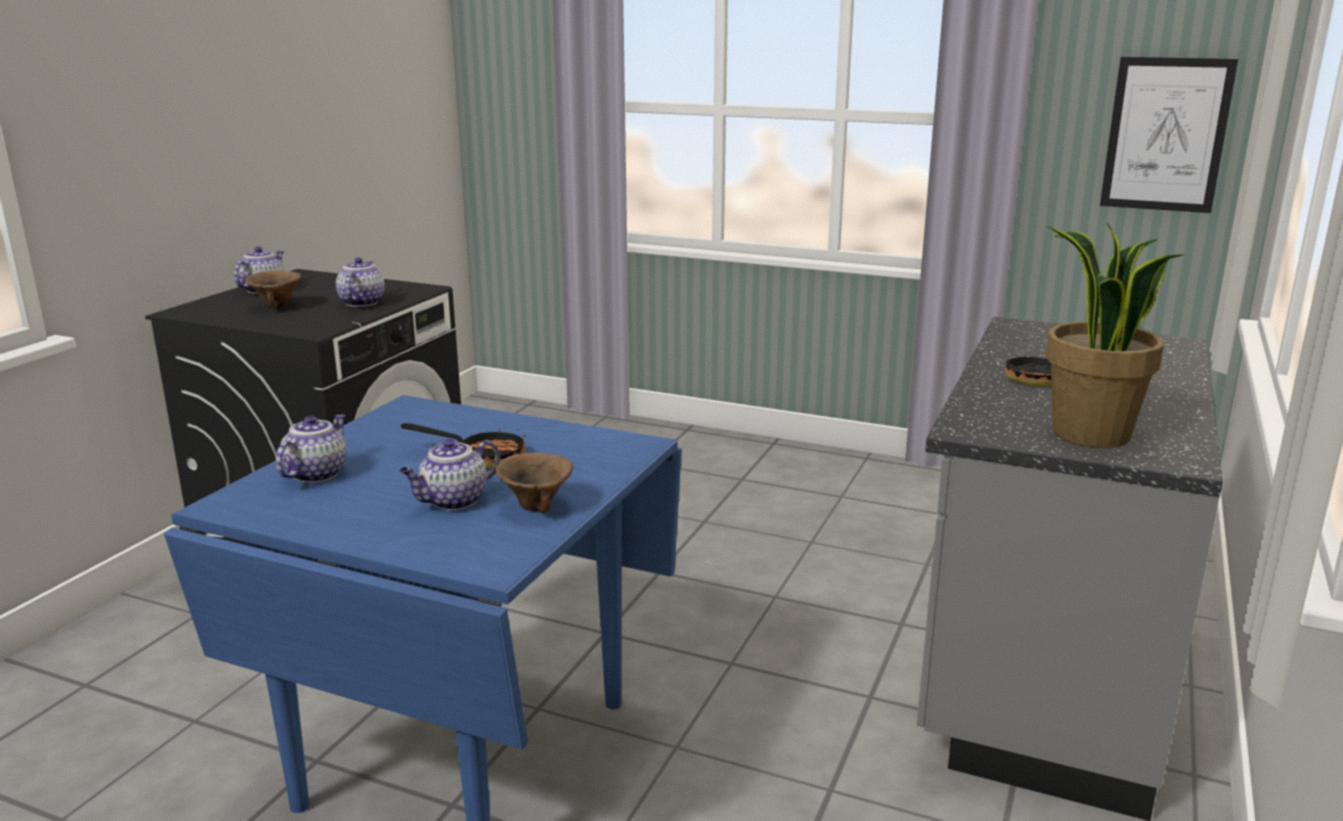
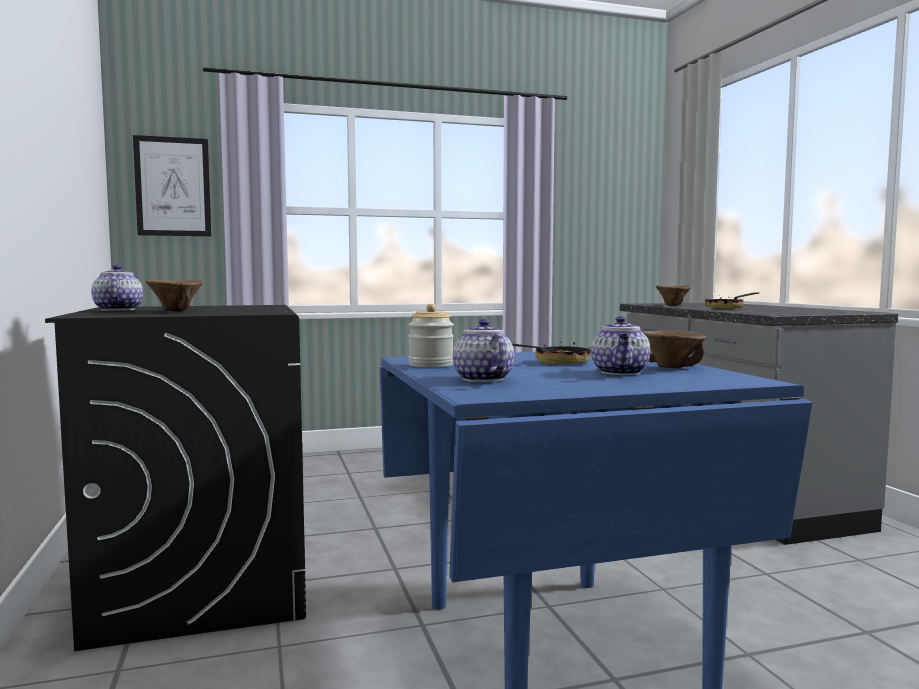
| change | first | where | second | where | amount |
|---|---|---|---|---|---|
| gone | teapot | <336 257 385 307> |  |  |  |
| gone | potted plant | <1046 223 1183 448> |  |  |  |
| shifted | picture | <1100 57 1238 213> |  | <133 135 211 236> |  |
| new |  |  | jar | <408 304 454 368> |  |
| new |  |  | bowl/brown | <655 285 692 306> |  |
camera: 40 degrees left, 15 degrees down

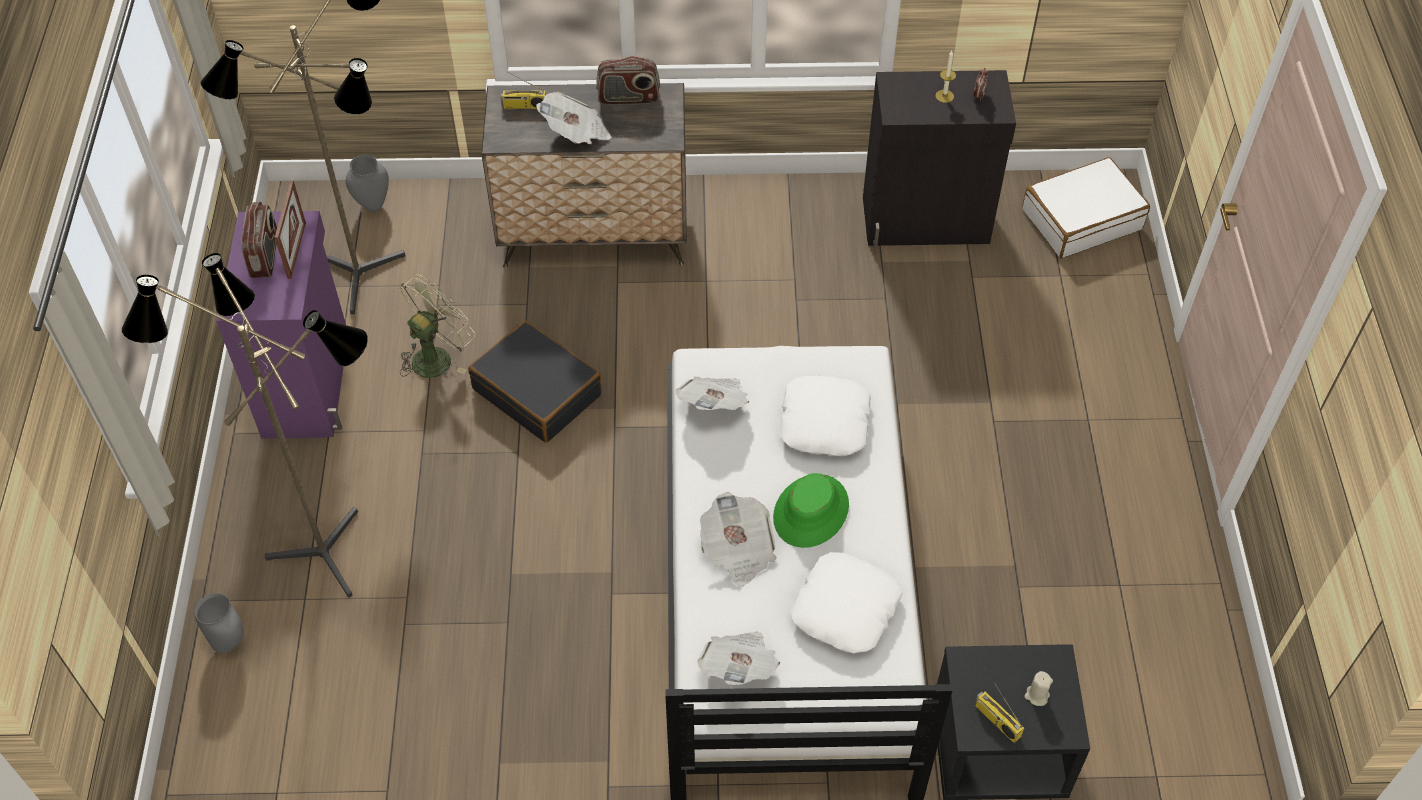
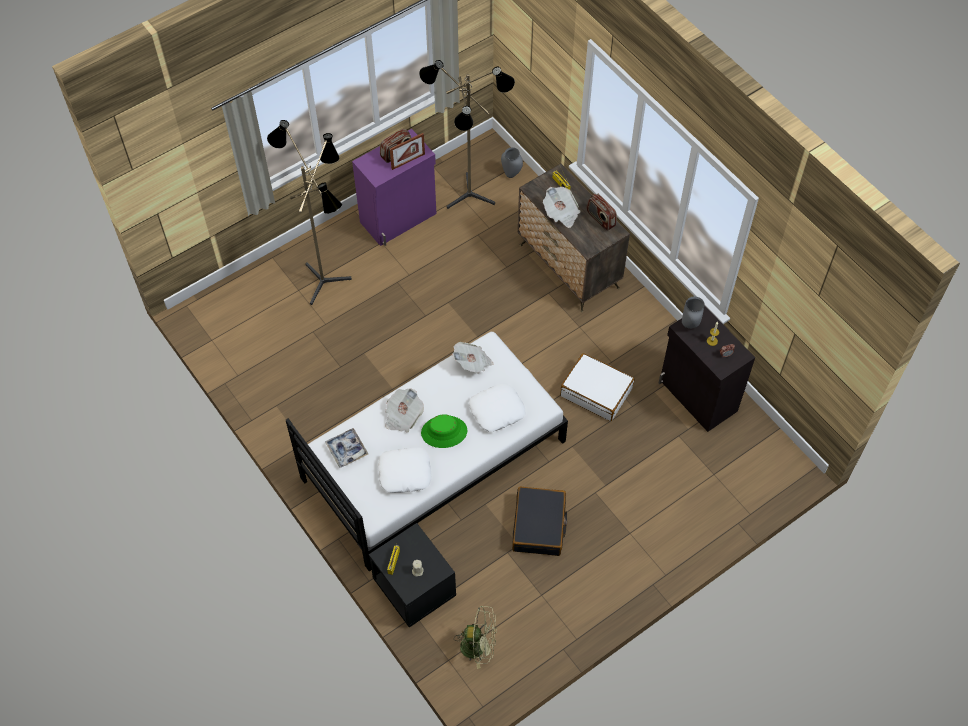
| change | first | where | second | where | amount |
|---|---|---|---|---|---|
| shifted | vase/grey | <194 593 244 653> |  | <682 296 705 329> |  |
| shifted | fan/green | <400 274 475 378> |  | <454 606 497 669> |  |
| shifted | suitcase/black | <468 320 602 443> |  | <512 486 567 556> |  |
| swapped | newspaper | <697 631 780 685> | tray | <325 428 368 468> |  |
| shifted | suitcase/white | <1022 157 1150 258> |  | <560 353 634 421> |  |
camera: 55 degrees right, 5 degrees up

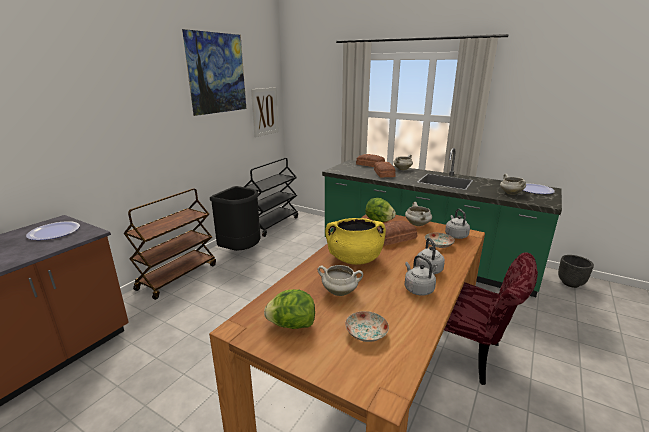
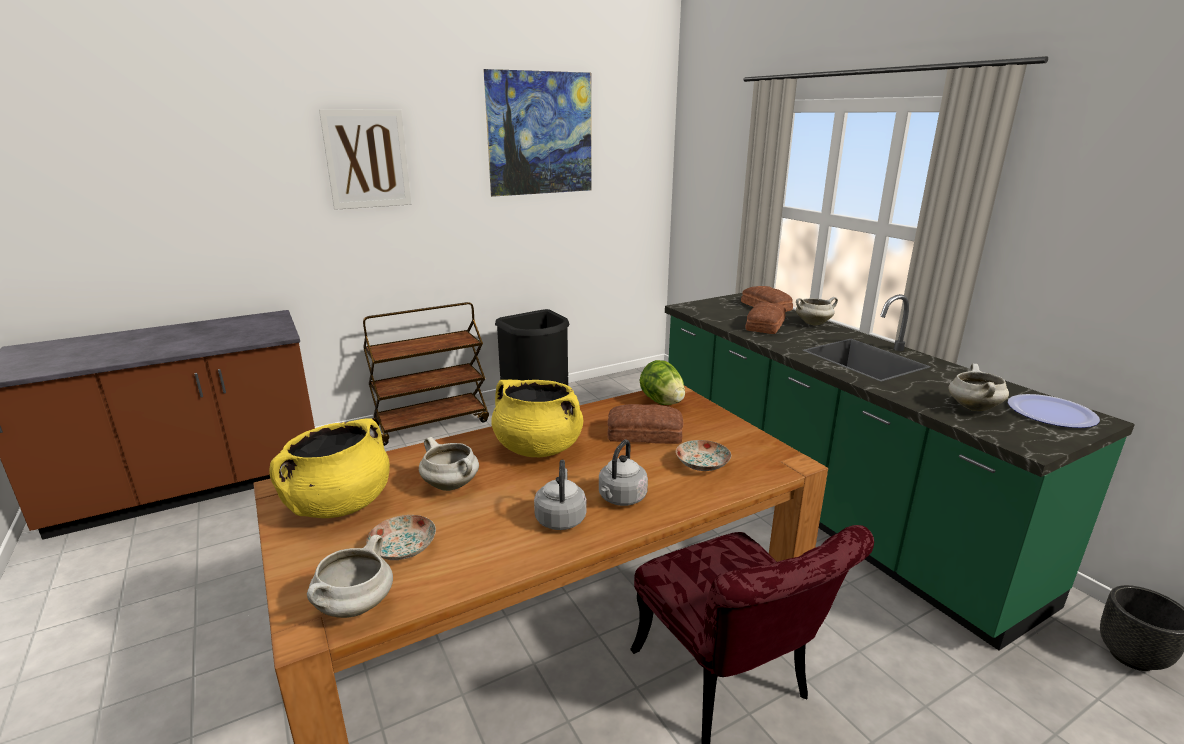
| change | first | where | second | where | amount |
|---|---|---|---|---|---|
| gone | plate | <26 221 80 240> |  |  |  |
| gone | cart/black | <244 158 298 237> |  |  |  |
| shifted | picture | <251 87 279 137> |  | <319 109 411 210> |  |
| swapped | lettuce | <264 289 315 329> | cooking pot/yellow | <269 418 390 518> |  |
| shifted | cooking pot/white | <405 202 432 226> |  | <307 535 393 618> |  |
| gone | kettle/grey | <445 209 470 239> |  |  |  |
camera: 30 degrees right, 0 degrees up

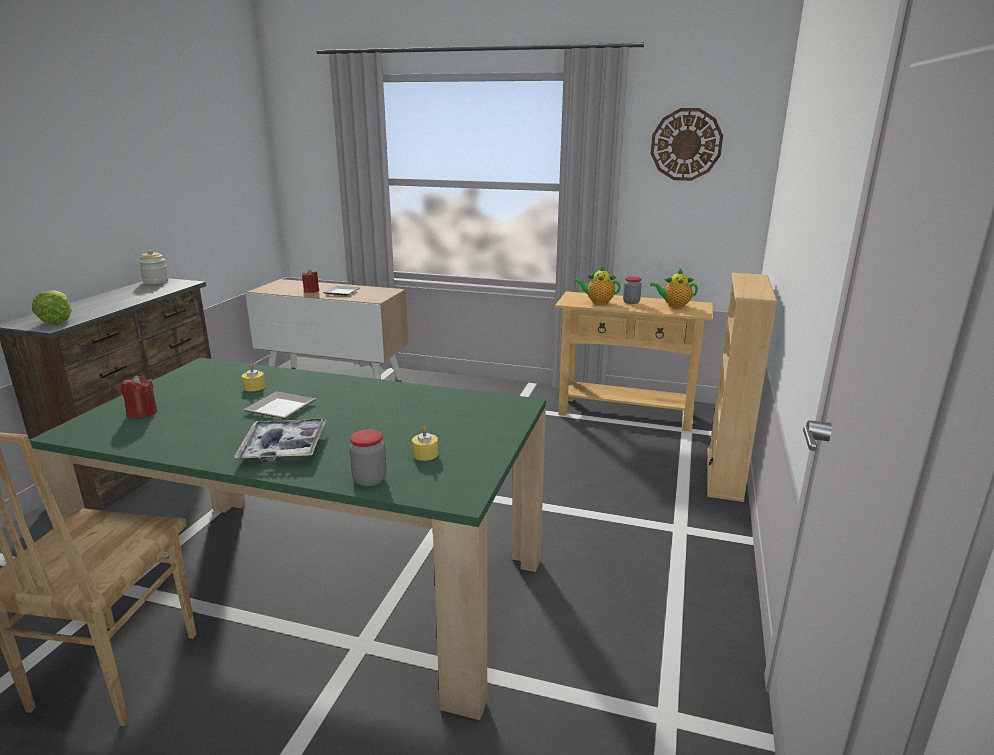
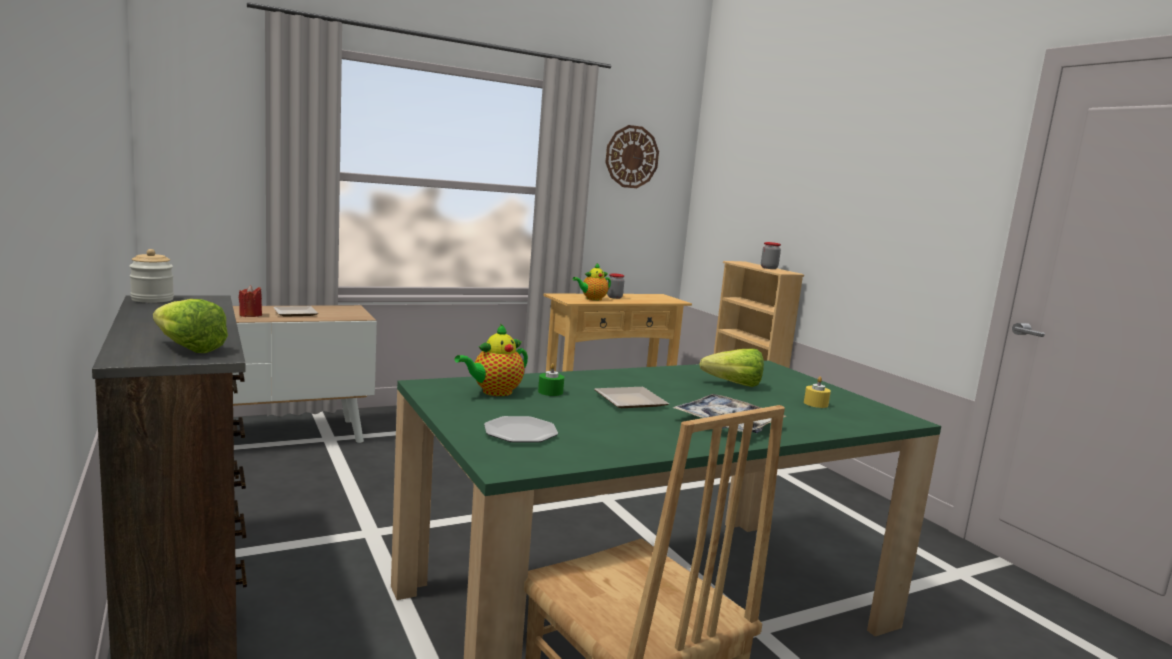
| change | first | where | second | where | amount |
|---|---|---|---|---|---|
| swapped | candle/red | <121 376 157 418> | plate | <484 416 558 442> |  |
| repainted | candle/yellow | <242 364 265 391> | candle/green | <538 363 564 396> |  |
| shifted | jar | <349 430 386 487> |  | <761 242 781 269> |  |
| shifted | teapot | <650 267 698 308> |  | <455 323 528 396> |  |
| new |  |  | lettuce | <700 348 764 387> |  |
camera: 45 degrees left, 10 degrees down

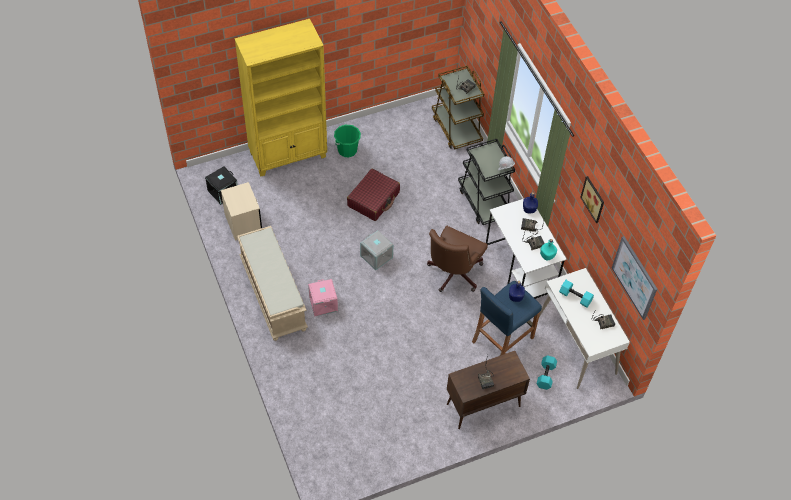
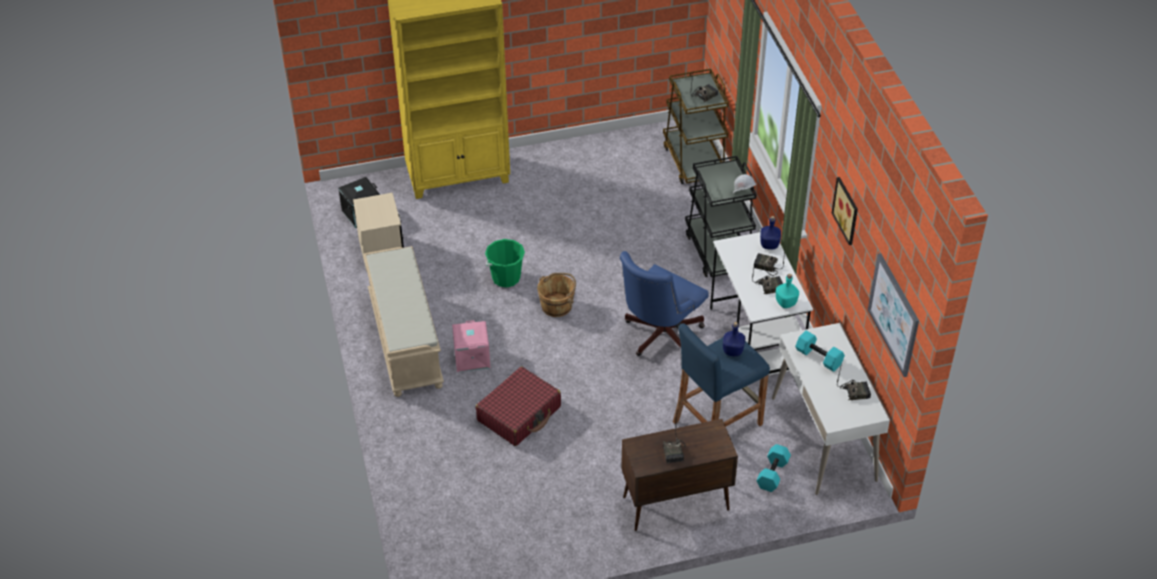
| change | first | where | second | where | amount |
|---|---|---|---|---|---|
| shifted | bucket/green | <334 125 361 157> |  | <485 239 525 288> |  |
| shifted | suitcase/red | <347 169 400 221> |  | <476 366 561 446> |  |
| swapped | storage box/grey | <360 230 394 270> | bucket/brown | <537 273 576 317> |  |
| repainted | office chair/brown | <427 226 488 292> | office chair/blue | <620 251 709 356> |  |
camera: 10 degrees right, 10 degrees down

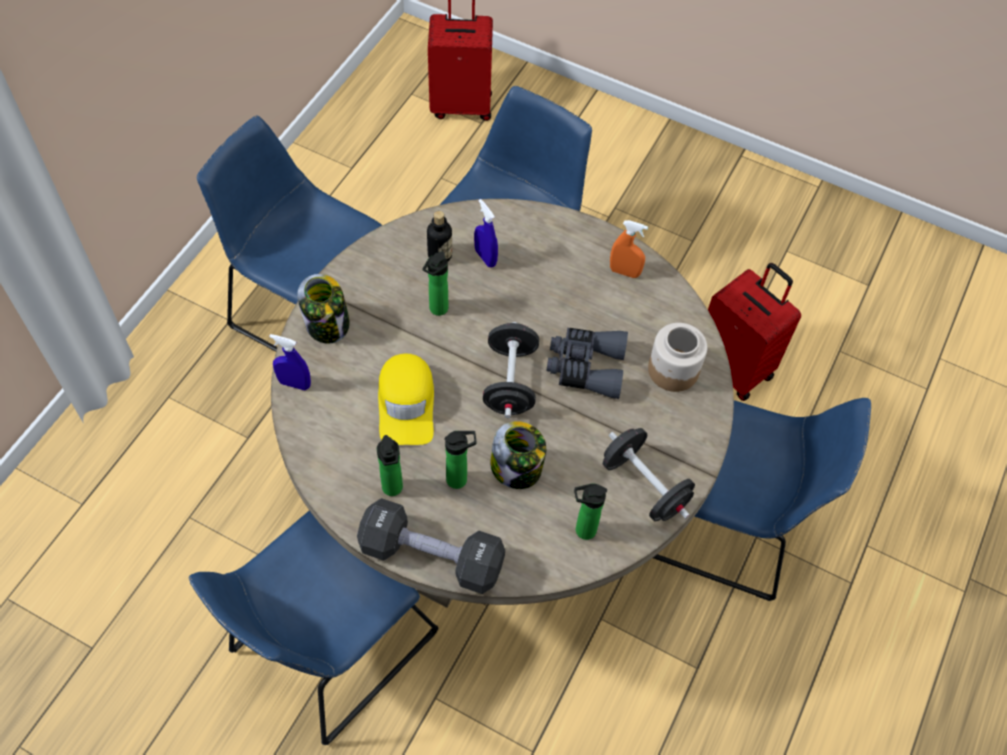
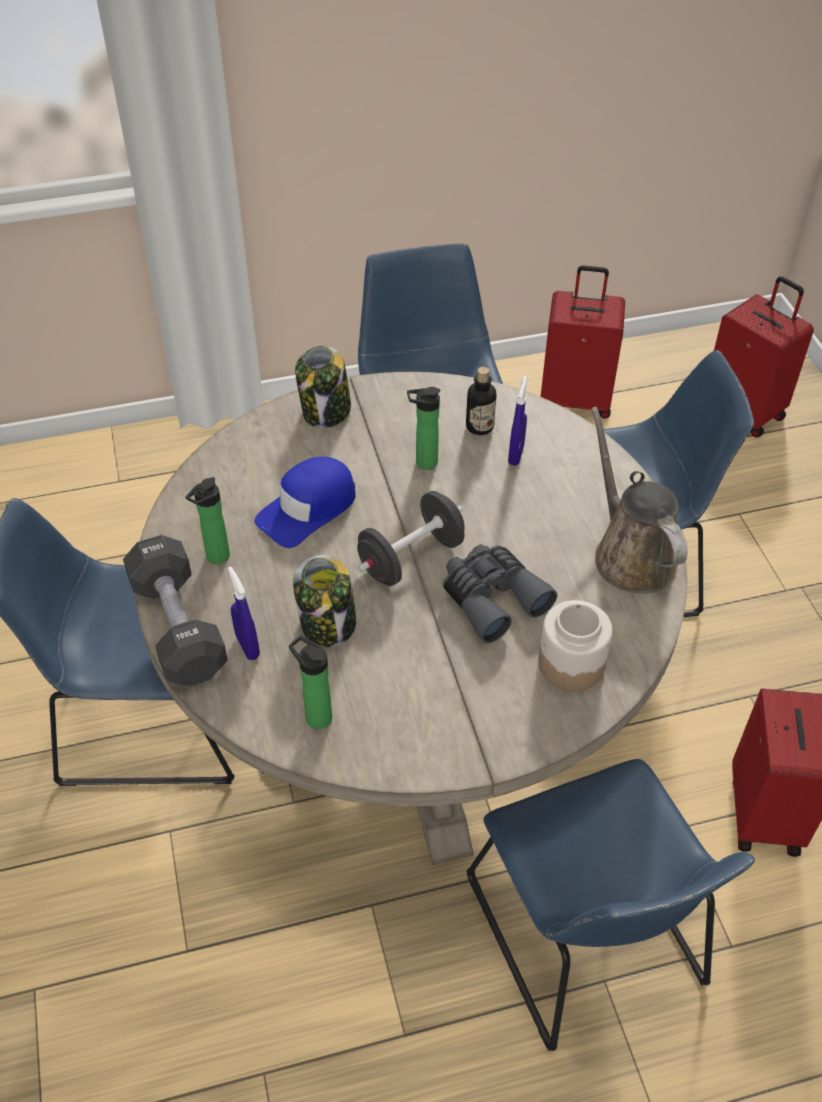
| change | first | where | second | where | amount |
|---|---|---|---|---|---|
| shifted | spray bottle/blue | <269 334 311 390> |  | <228 567 260 660> |  |
| repainted | cap/yellow | <378 353 434 445> | cap/blue | <254 457 356 548> |  |
| gone | bottle | <444 431 476 489> |  |  |  |
| gone | dumbbell/black | <603 428 695 521> |  |  |  |
| swapped | spray bottle/orange | <610 220 648 278> | watering can/brown | <591 407 688 594> |  |
| new |  |  | suitcase/red | <541 265 625 419> |  |
camera: 50 degrees right, 10 degrees down

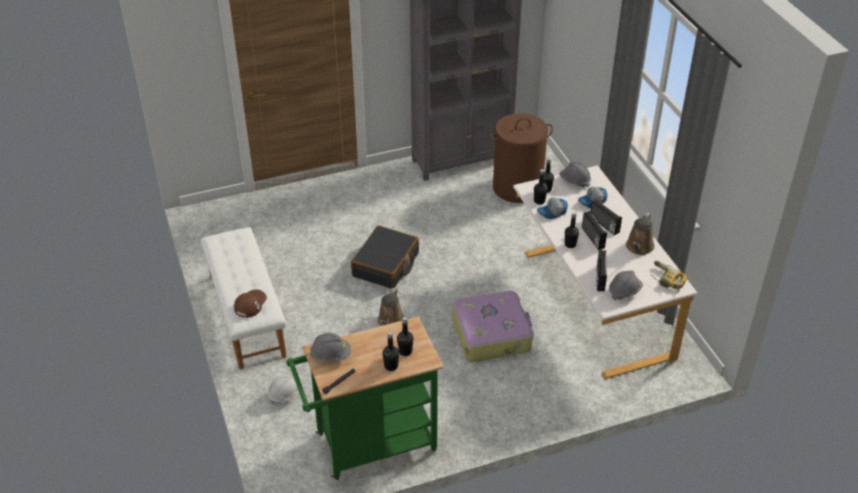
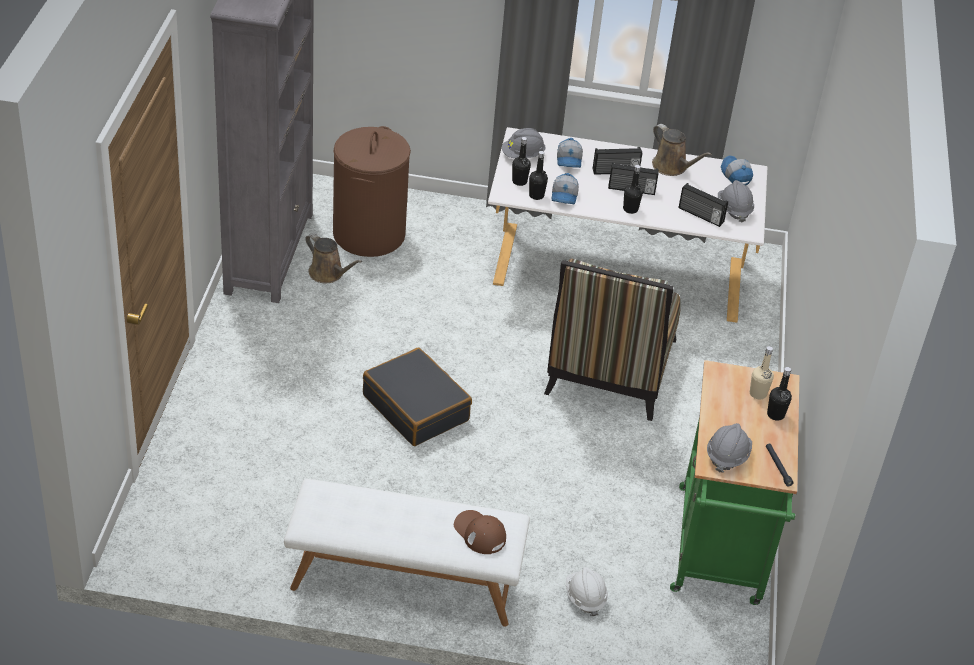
| change | first | where | second | where | amount |
|---|---|---|---|---|---|
| shifted | watering can/brown | <378 288 404 326> |  | <305 233 363 283> |  |
| repainted | bottle/black | <397 317 414 356> | bottle/beige | <750 346 774 400> |  |
| swapped | suitcase | <452 291 534 362> | chair | <544 259 681 421> |  |
| swapped | power drill | <650 261 687 293> | cap | <721 156 753 185> |  |
camera: 65 degrees left, 0 degrees up

